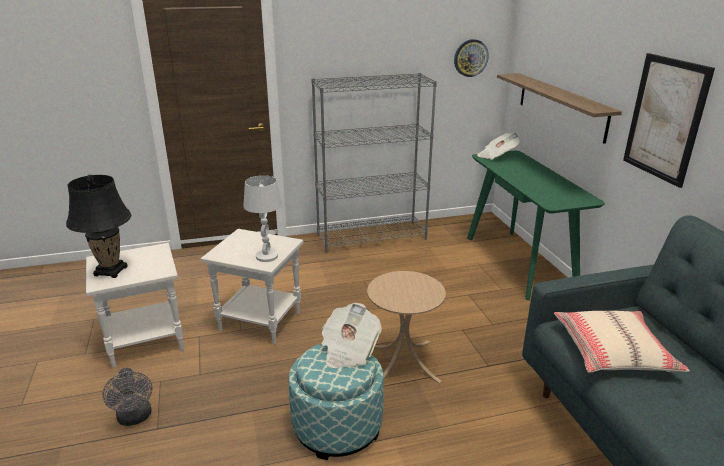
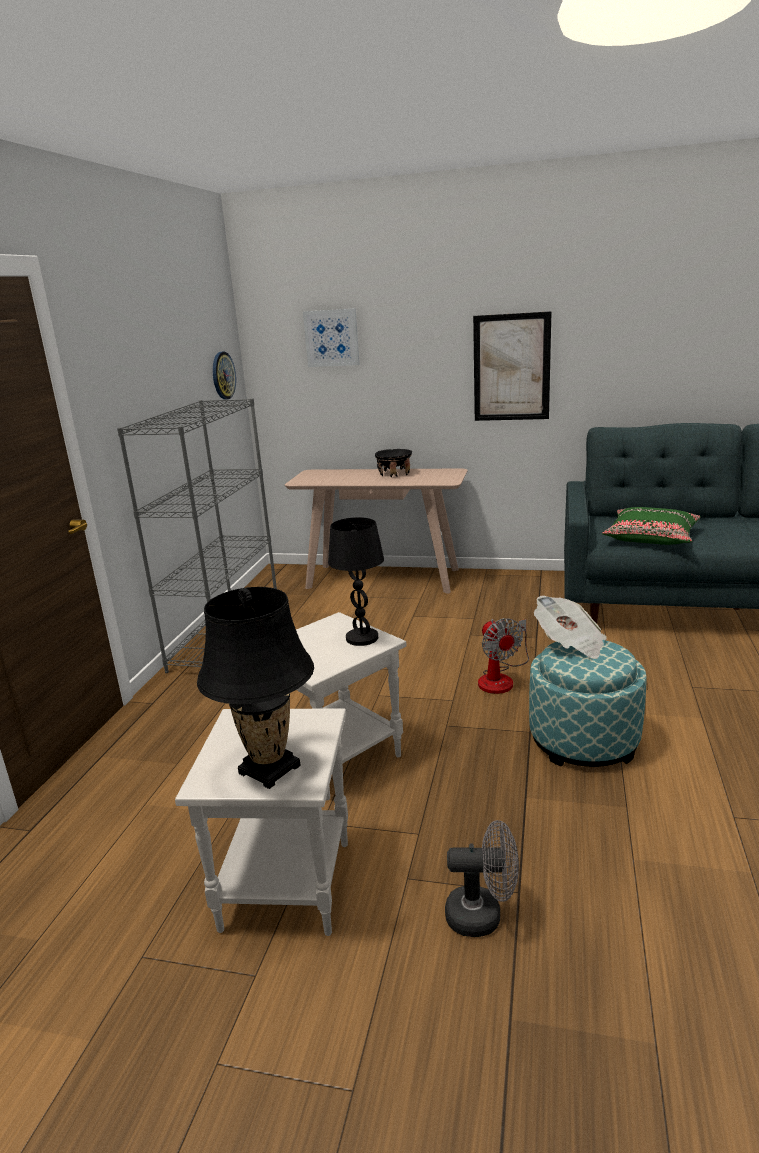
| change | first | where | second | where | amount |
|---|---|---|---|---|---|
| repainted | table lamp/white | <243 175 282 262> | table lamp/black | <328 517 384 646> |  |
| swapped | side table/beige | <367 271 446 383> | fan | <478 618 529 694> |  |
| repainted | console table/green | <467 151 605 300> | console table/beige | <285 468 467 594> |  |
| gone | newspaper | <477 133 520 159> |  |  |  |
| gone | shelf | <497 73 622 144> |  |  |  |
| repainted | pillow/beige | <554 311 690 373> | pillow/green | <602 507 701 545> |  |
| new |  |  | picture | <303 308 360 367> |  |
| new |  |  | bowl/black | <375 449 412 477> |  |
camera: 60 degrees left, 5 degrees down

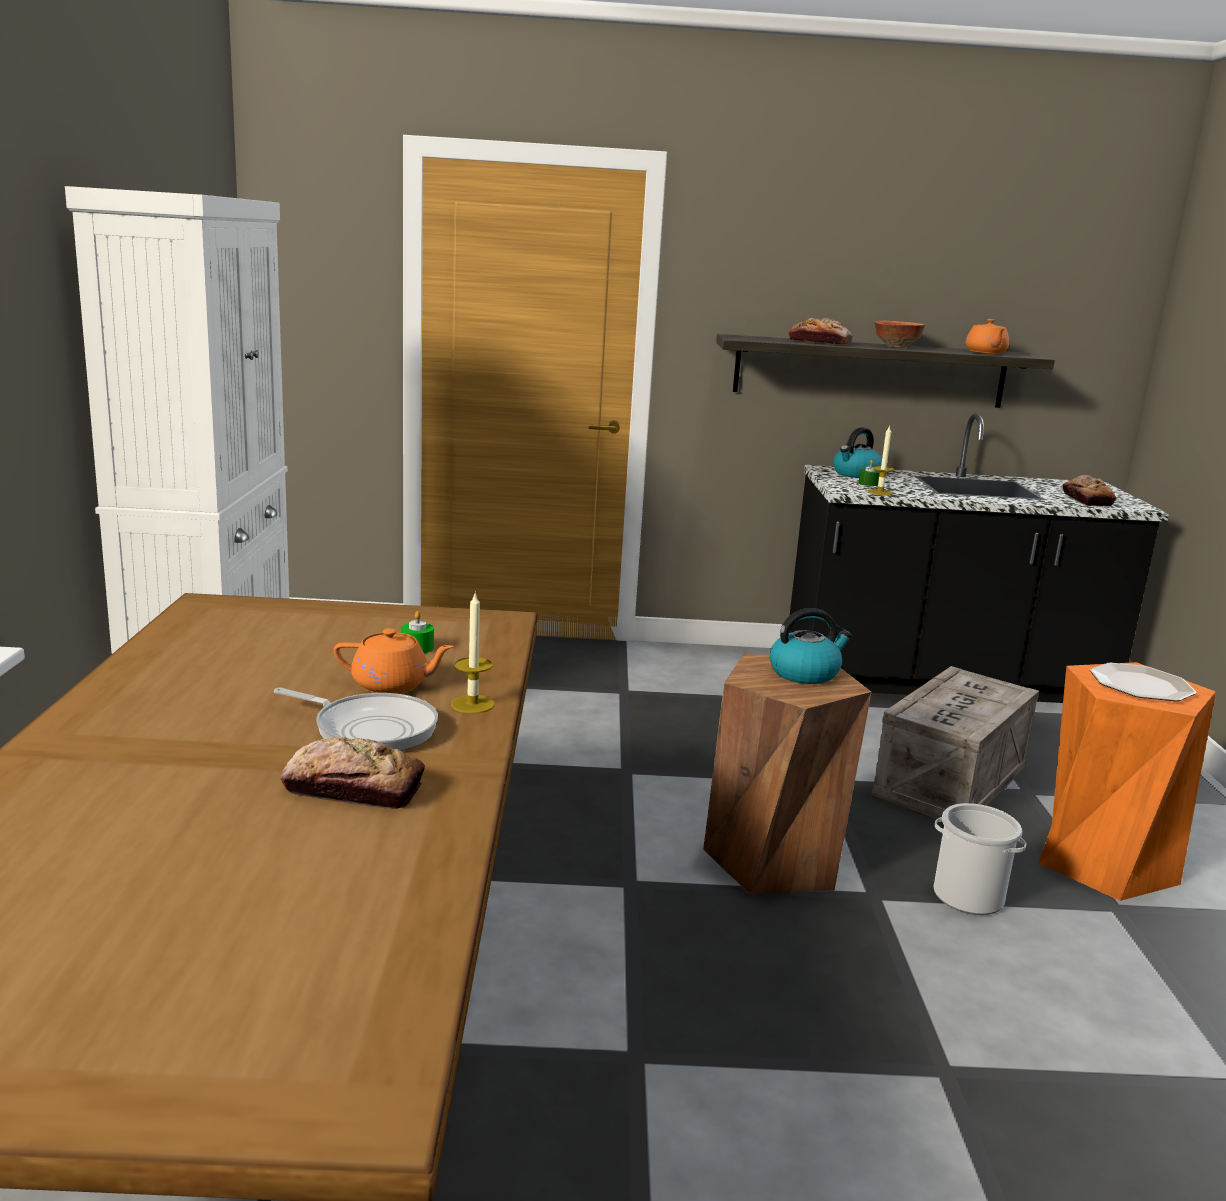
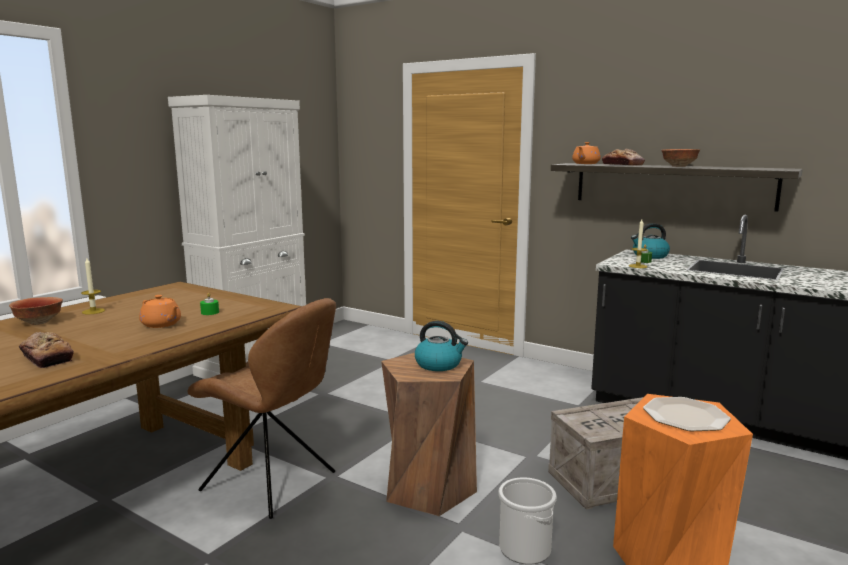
| change | first | where | second | where | amount |
|---|---|---|---|---|---|
| gone | frying pan | <274 687 438 751> |  |  |  |
| shifted | candle | <451 591 495 713> |  | <81 258 105 314> |  |
| shifted | teapot/orange | <965 319 1009 354> |  | <572 142 601 164> |  |
| gone | bread | <1062 475 1116 507> |  |  |  |
| new |  |  | bowl | <9 297 63 325> |  |
| new |  |  | chair/brown | <187 298 336 519> |  |
camera: 35 degrees right, 5 degrees down

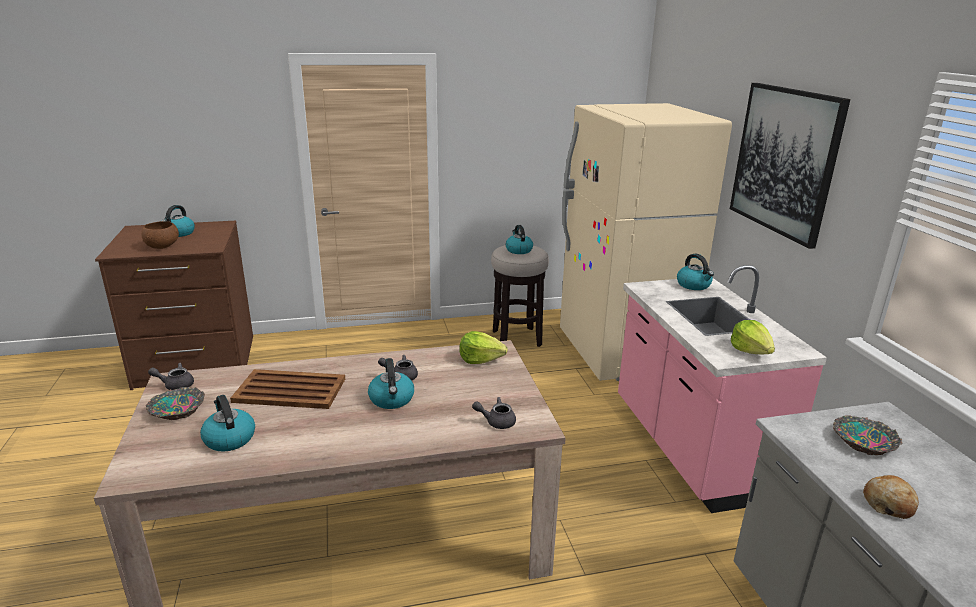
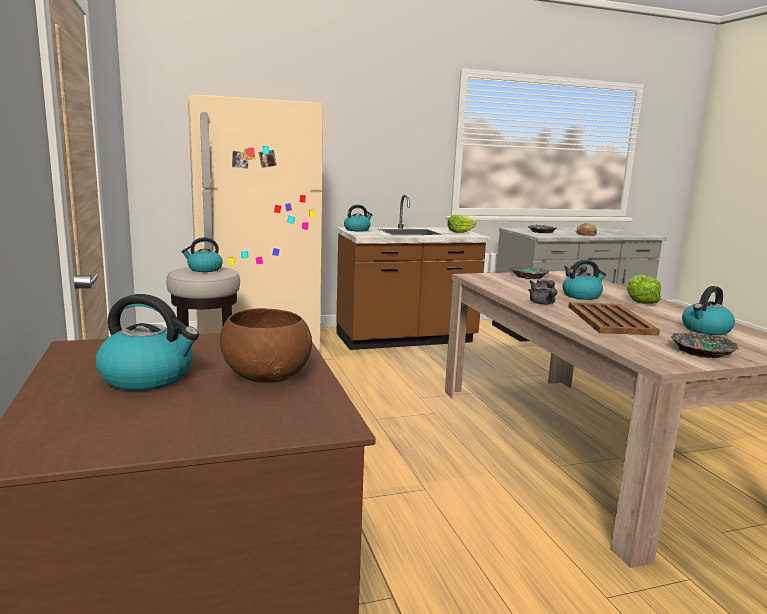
| change | first | where | second | where | amount |
|---|---|---|---|---|---|
| shifted | teapot/grey | <148 363 194 390> |  | <528 287 557 305> |  |
| shifted | lettuce | <460 331 508 364> |  | <627 275 661 304> |  |
| repainted | counter/pink | <618 265 827 513> | counter/brown | <336 194 490 350> |  |
| gone | picture | <730 83 851 249> |  |  |  |
| new |  |  | bowl | <510 266 549 279> |  |
camera: 95 degrees left, 10 degrees down

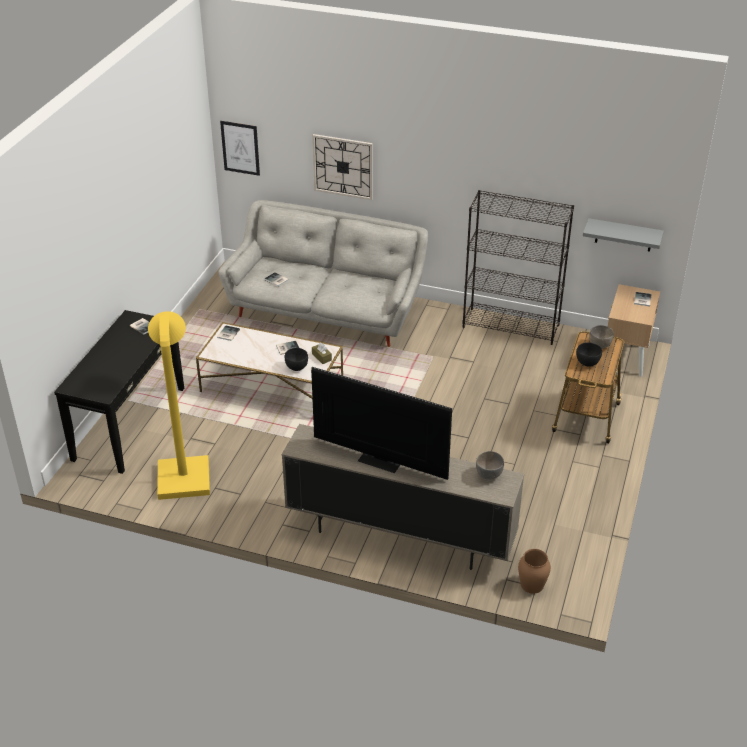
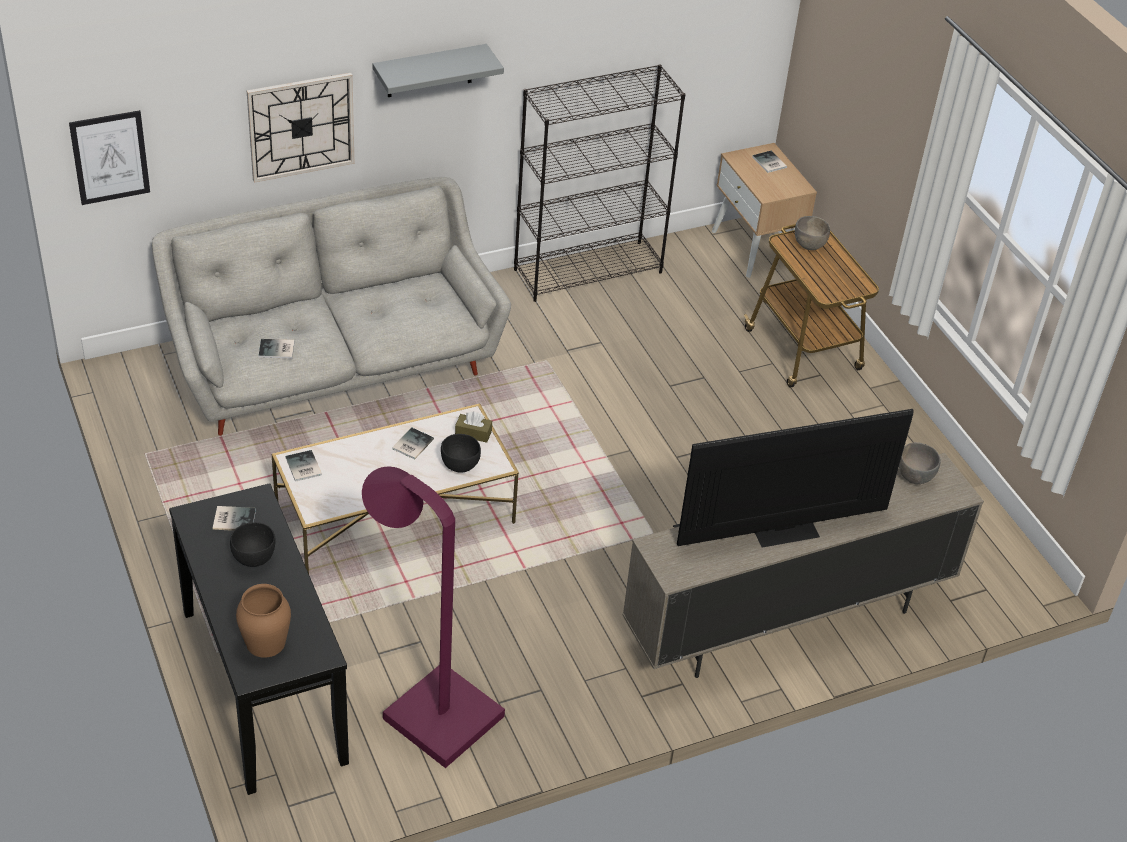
| change | first | where | second | where | amount |
|---|---|---|---|---|---|
| repainted | floor lamp/yellow | <148 311 210 500> | floor lamp/purple | <362 466 505 768> |  |
| shifted | vase/brown | <518 549 551 594> |  | <236 584 291 658> |  |
| shifted | bowl/black | <576 342 602 367> |  | <230 522 275 567> |  |
| shifted | shelf/grey | <583 218 664 252> |  | <373 44 504 97> |  |
camera: 45 degrees left, 5 degrees up

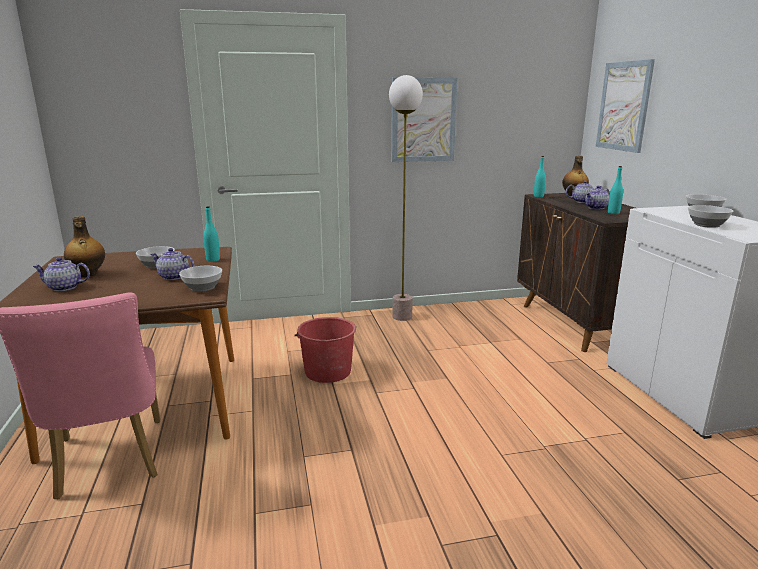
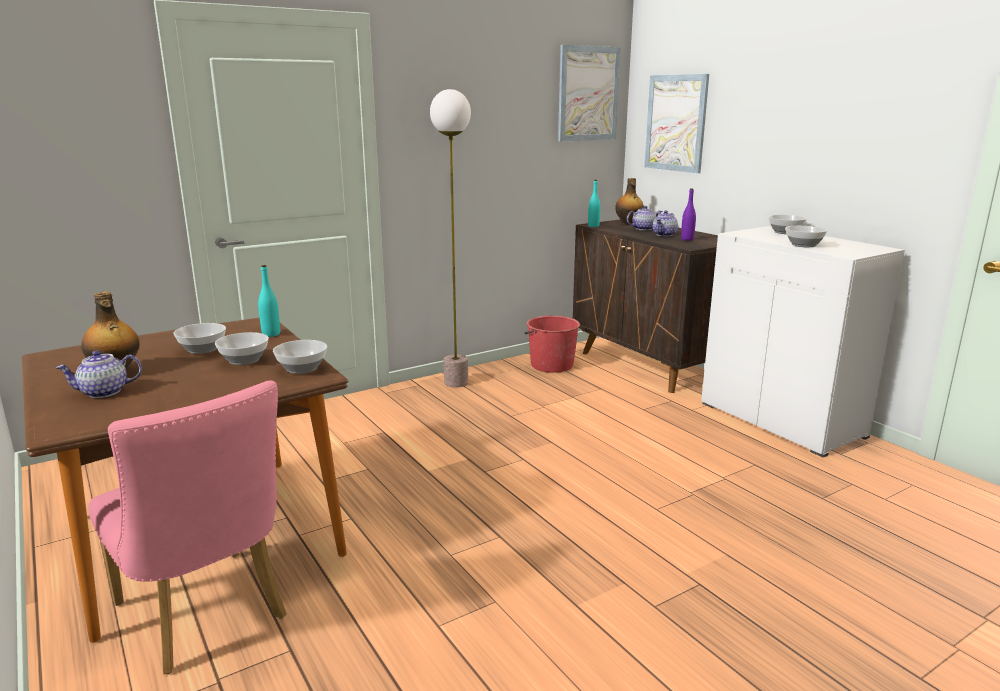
| change | first | where | second | where | amount |
|---|---|---|---|---|---|
| swapped | teapot | <150 248 195 280> | bowl | <215 332 269 365> |  |
| shifted | bucket/red | <295 317 357 383> |  | <525 315 580 373> |  |
| shifted | picture | <391 77 458 162> |  | <558 45 621 141> |  |
| repainted | bottle/turquoise | <608 166 623 214> | bottle/purple | <681 188 696 240> |  |
camera: 20 degrees left, 0 degrees up

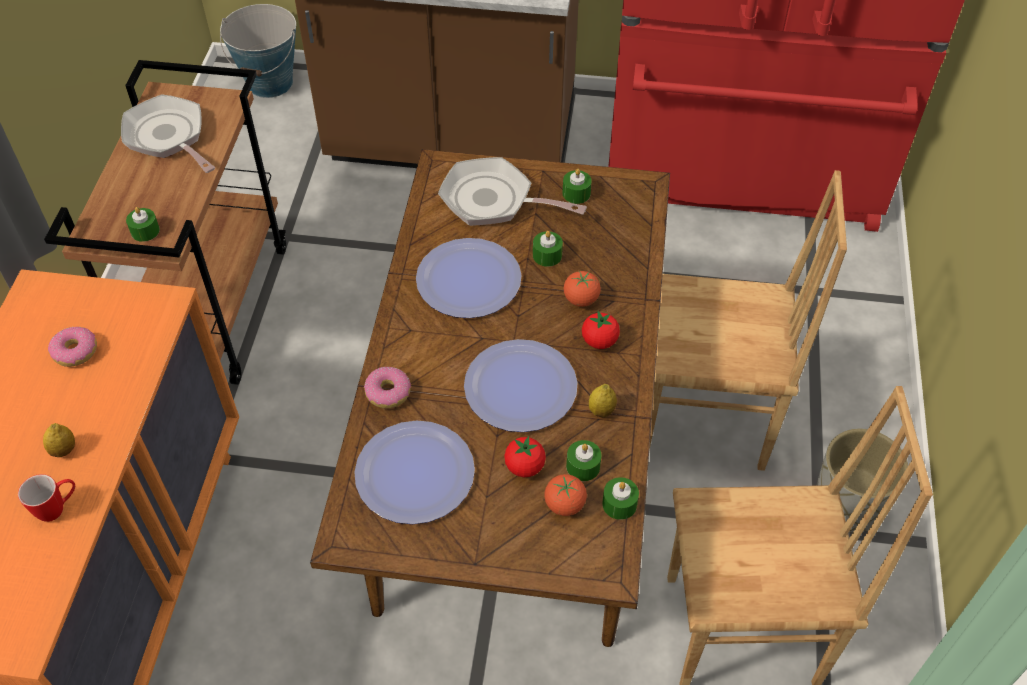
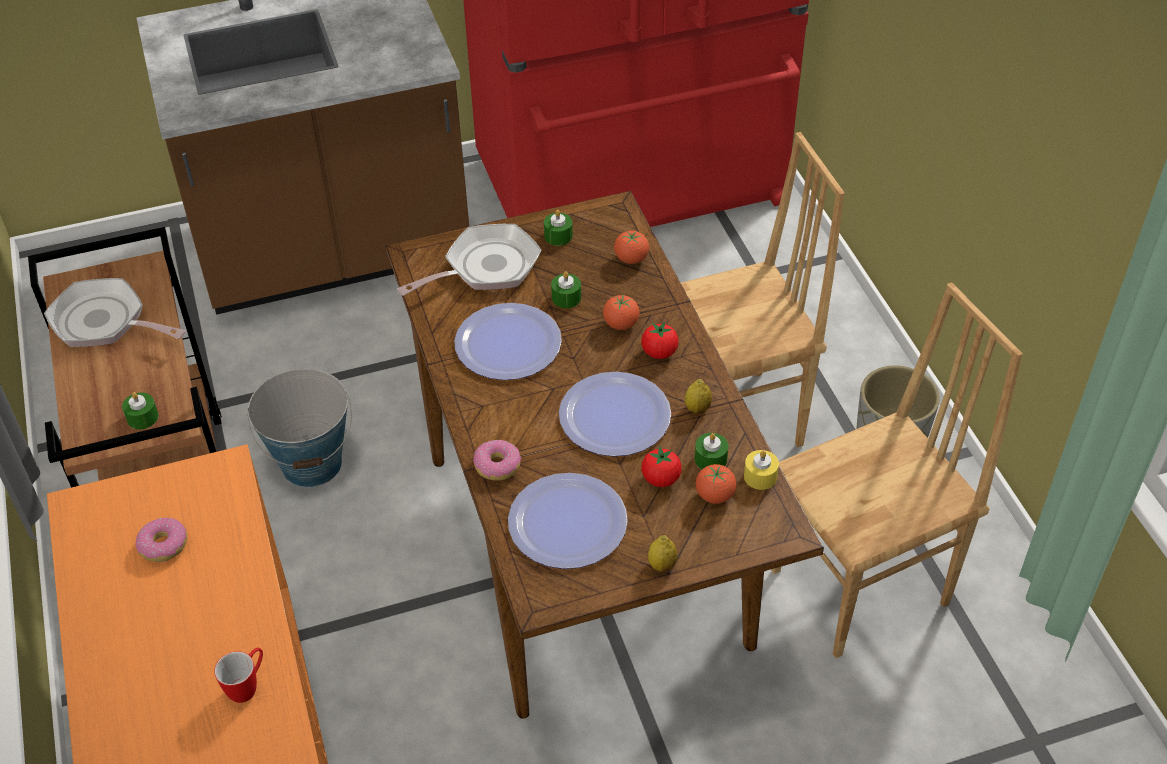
| change | first | where | second | where | amount |
|---|---|---|---|---|---|
| shifted | lemon | <43 423 75 457> |  | <648 535 677 572> |  |
| shifted | bucket | <220 4 296 98> |  | <247 368 352 487> |  |
| rotated | frying pan | <438 157 587 226> |  | <397 224 541 296> | 150 degrees clockwise |
| repainted | candle/green | <602 477 639 520> | candle/yellow | <744 450 779 490> |  |
| new |  |  | tomato | <614 231 649 264> |  |
camera: 25 degrees left, 5 degrees down

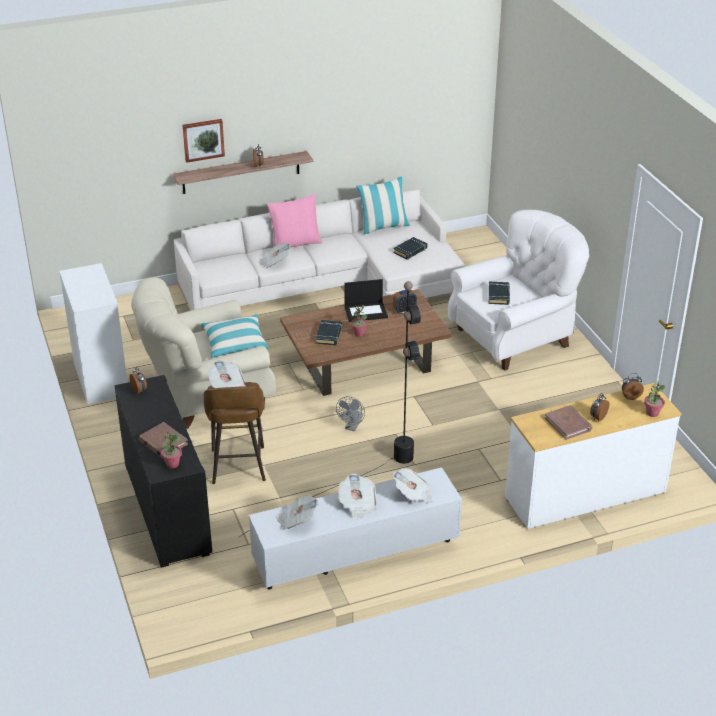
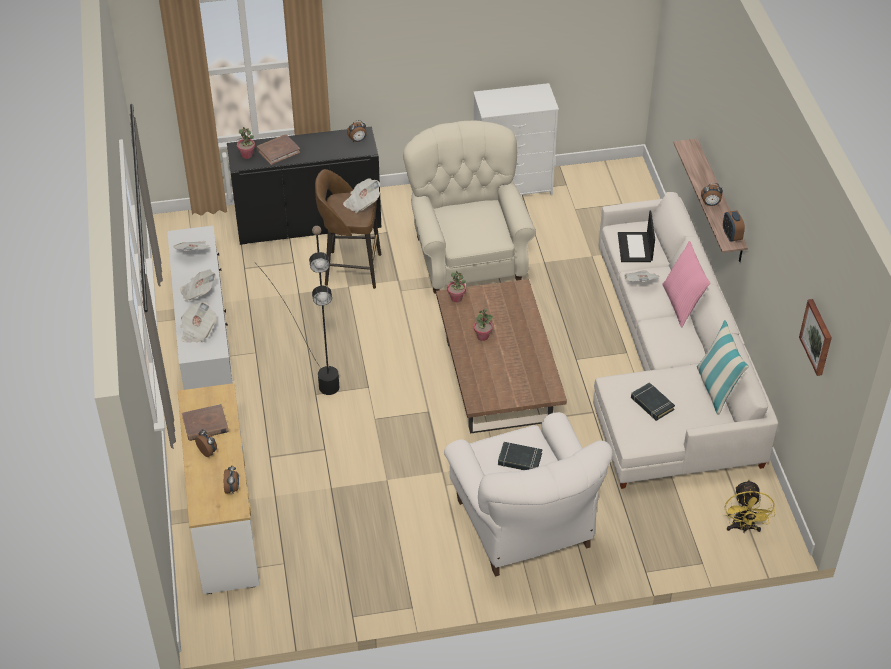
| change | first | where | second | where | amount |
|---|---|---|---|---|---|
| shifted | picture | <182 119 225 163> |  | <799 299 832 376> |  |
| gone | pillow | <201 314 268 358> |  |  |  |
| gone | book/black | <316 320 342 345> |  |  |  |
| gone | fan/grey | <336 397 365 431> |  |  |  |
| shifted | laptop | <344 279 388 322> |  | <618 211 655 262> |  |
| shifted | alarm clock | <393 290 417 314> |  | <723 210 745 242> |  |
| shifted | potted plant | <644 381 665 417> |  | <447 271 466 302> |  |
| new |  |  | fan/yellow | <725 479 775 533> |  |
camera: 100 degrees right, 10 degrees up

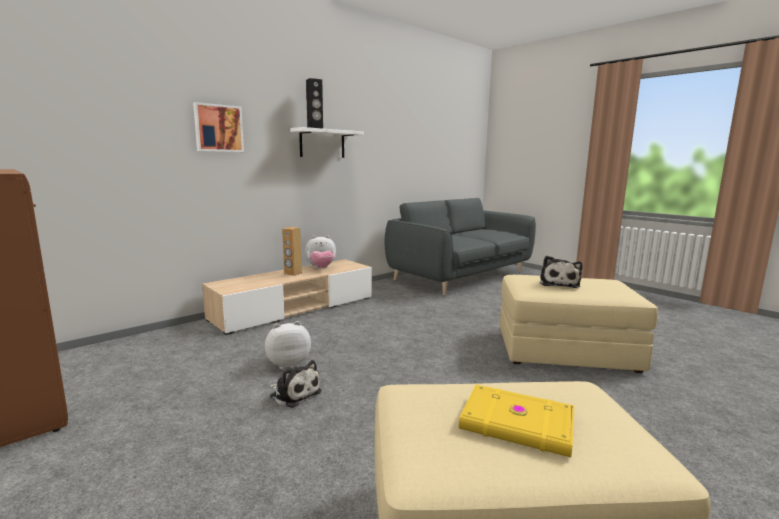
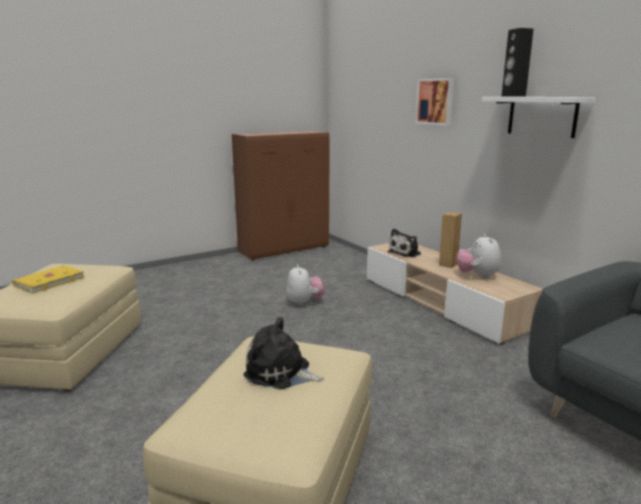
| change | first | where | second | where | amount |
|---|---|---|---|---|---|
| shifted | plush toy | <270 360 321 408> |  | <388 228 421 257> |  |
camera: 100 degrees right, 5 degrees up

